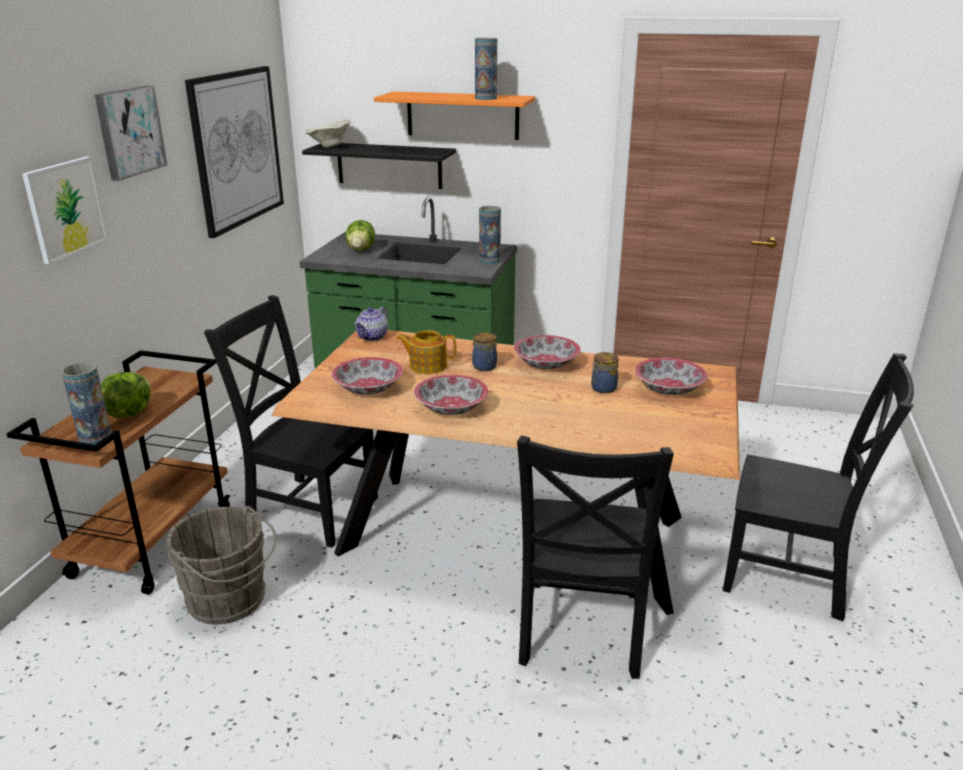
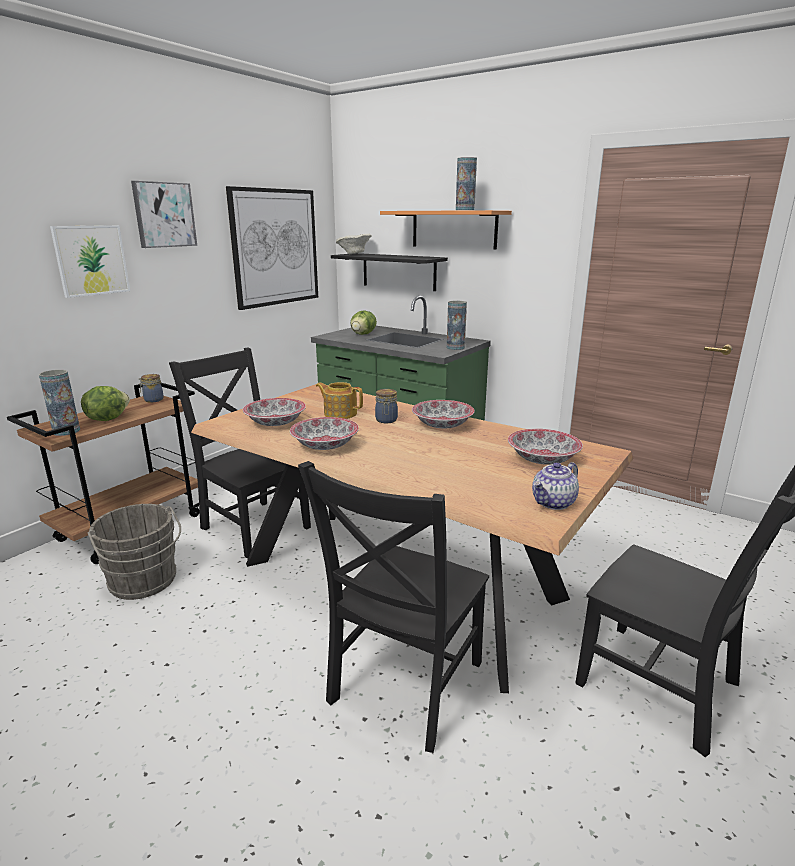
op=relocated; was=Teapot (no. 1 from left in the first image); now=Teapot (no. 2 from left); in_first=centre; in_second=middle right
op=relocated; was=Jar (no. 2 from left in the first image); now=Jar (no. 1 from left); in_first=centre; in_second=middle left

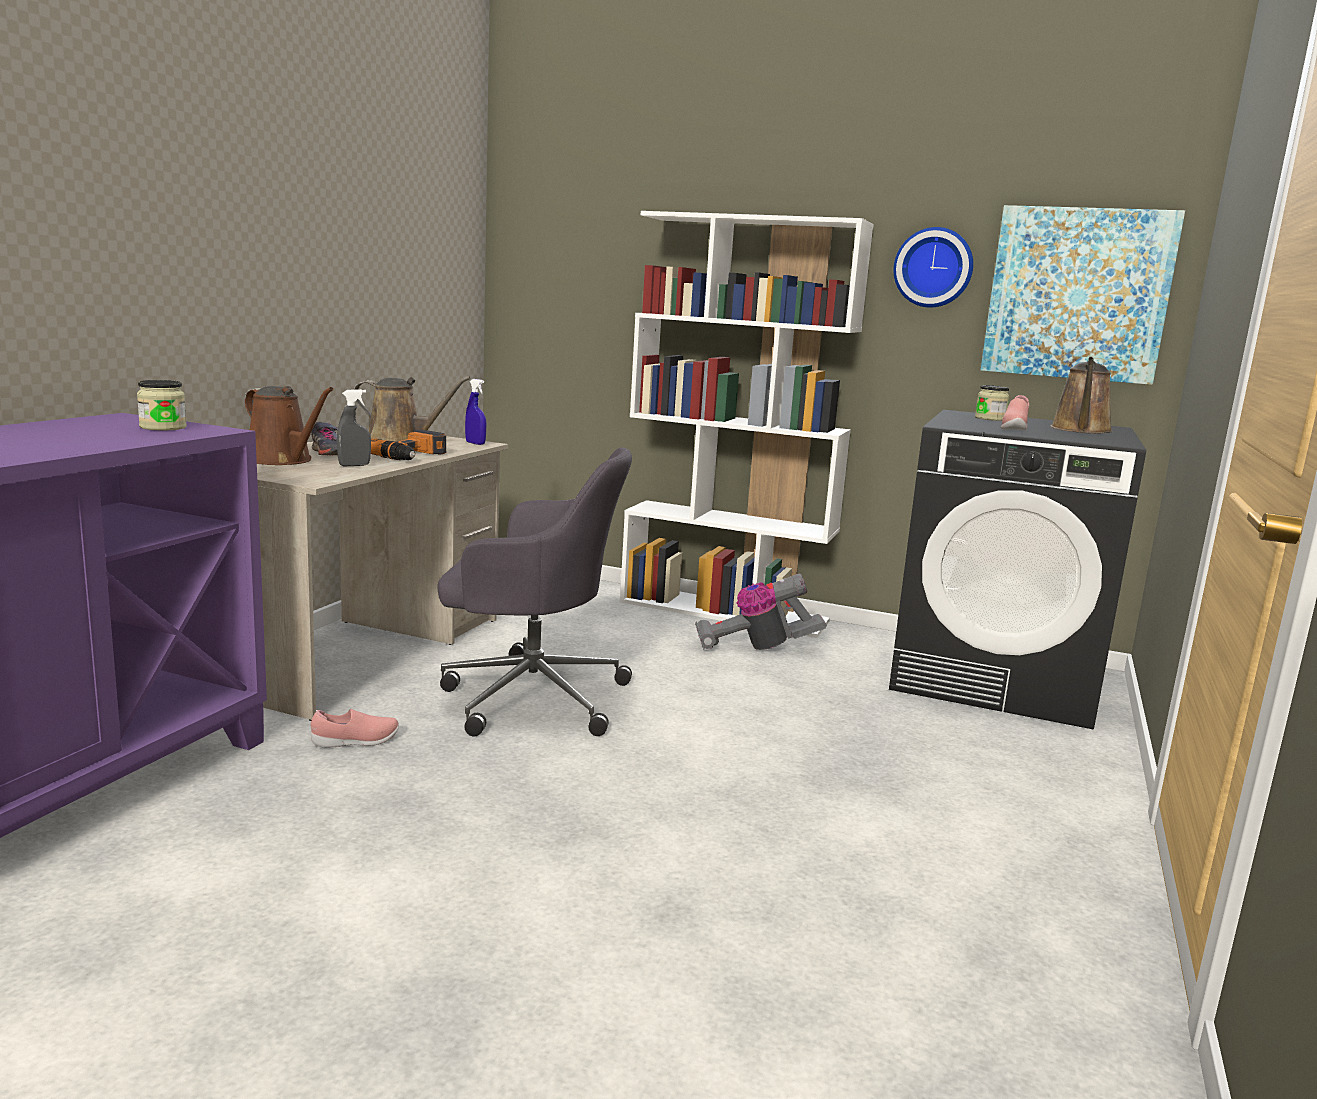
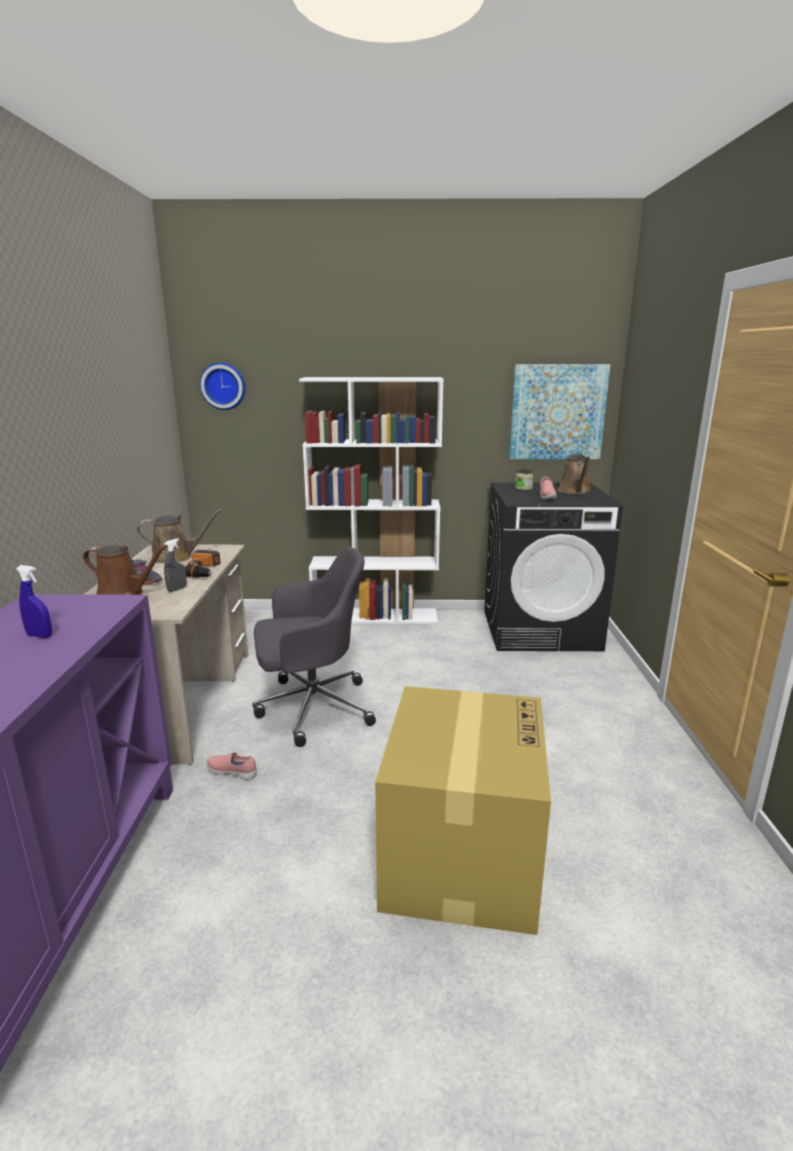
op=missing; was=Jar (no. 1 from left); in_first=middle left
op=spun; was=PinkShoe (no. 1 from left); in_first=middle left; in_second=middle left; clockwise=-120
op=relocated; was=BlueSprayBottle; in_first=centre; in_second=middle left
op=missing; was=VacuumCleaner; in_first=centre
op=relocated; was=WallClock; in_first=top right; in_second=middle left
op=appeared; now=CardboardBox; in_second=bottom centre

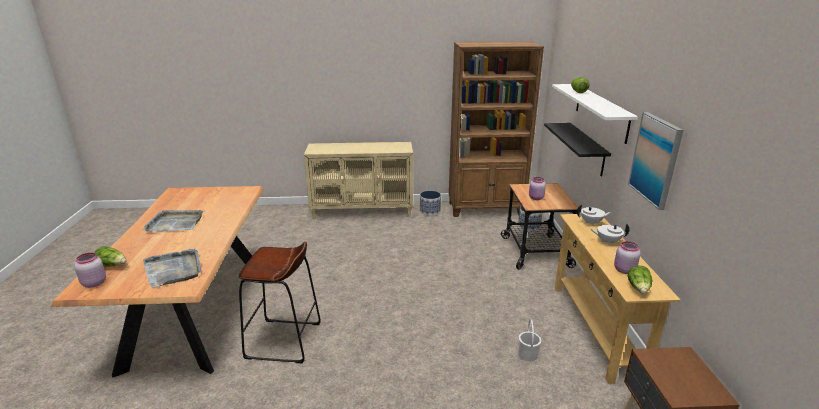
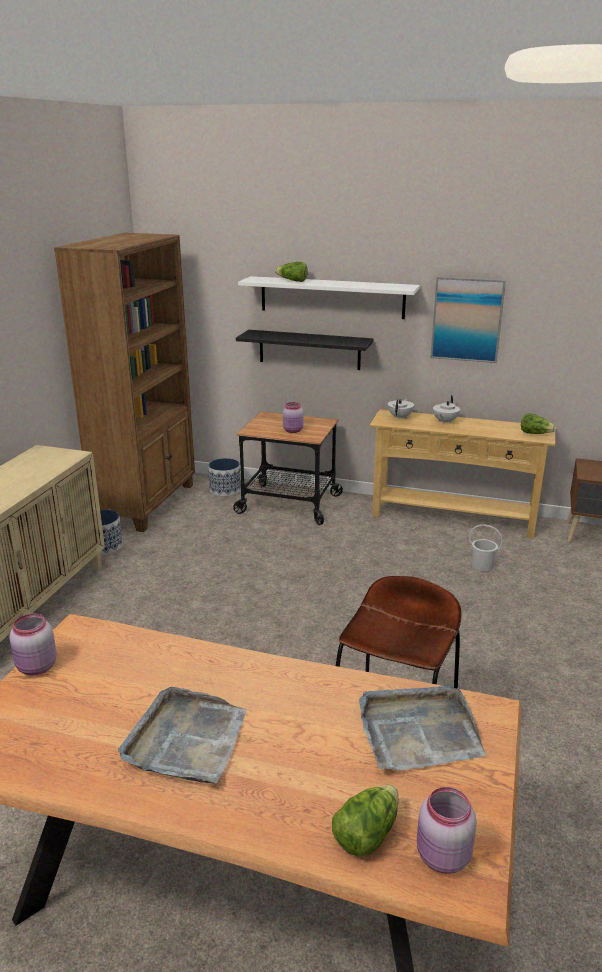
op=relocated; was=PinkJar (no. 3 from left in the first image); now=PinkJar (no. 1 from left); in_first=middle right; in_second=middle left

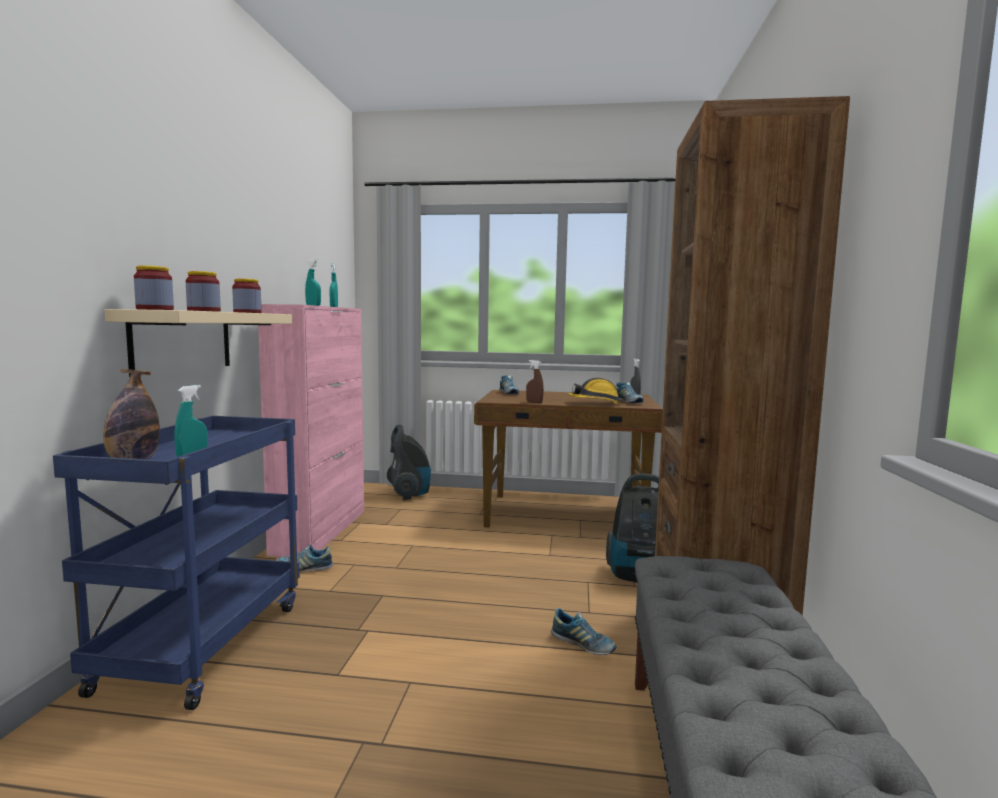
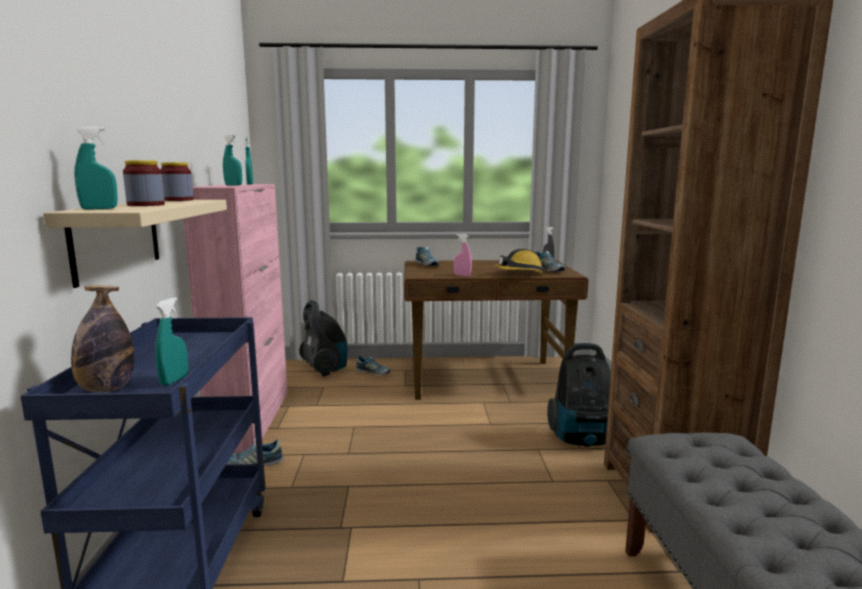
op=exchanged; was=Jar (no. 1 from left); now=TurquoiseSprayBottle (no. 1 from left); in_first=middle left; in_second=top left
op=colour; was=BrownSprayBottle; now=PinkSprayBottle; in_first=centre; in_second=centre
op=relocated; was=Shoe (no. 3 from left in the first image); now=Shoe (no. 2 from left); in_first=bottom centre; in_second=centre

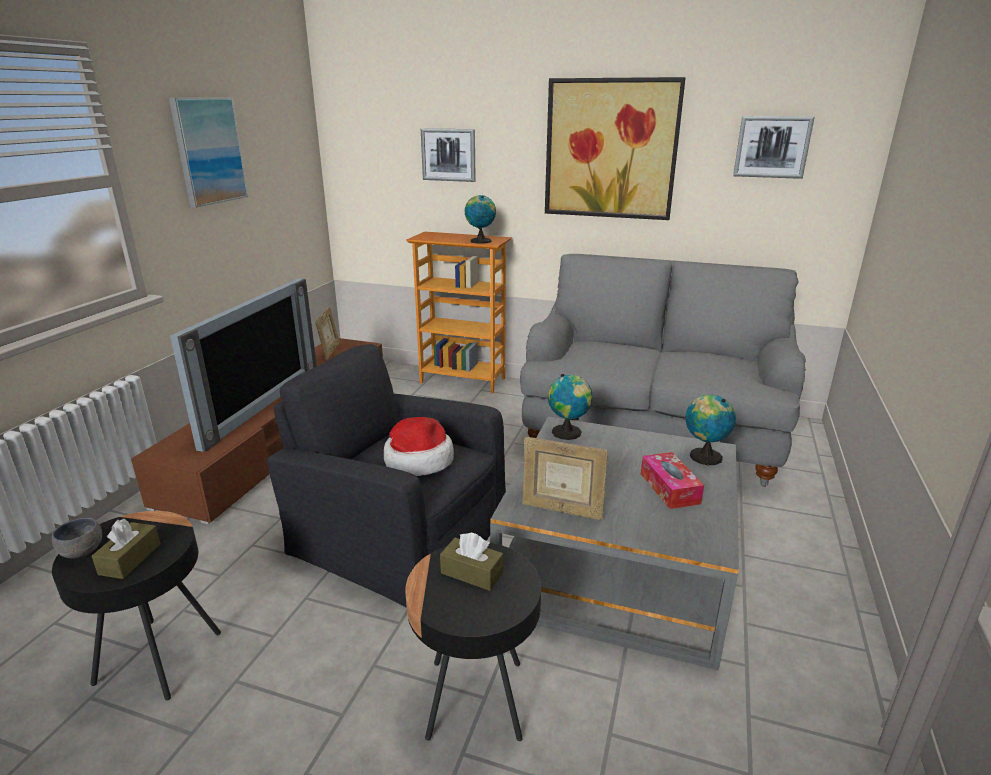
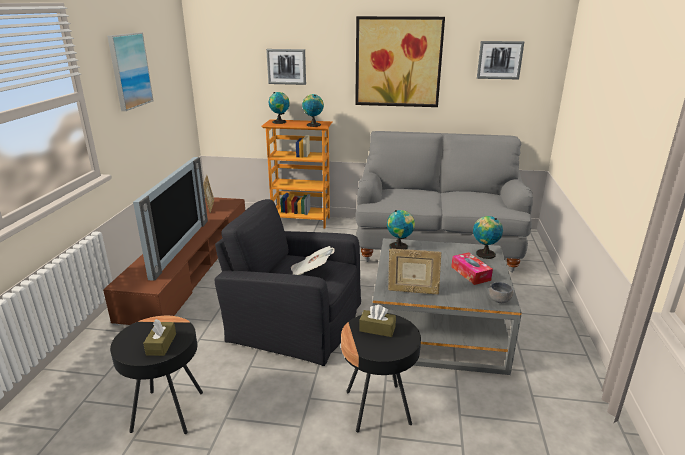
op=relocated; was=GreyBowl; in_first=bottom left; in_second=middle right
op=exchanged; was=Hat; now=Newspaper; in_first=centre; in_second=centre
op=appeared; now=Globe (no. 1 from left); in_second=top centre

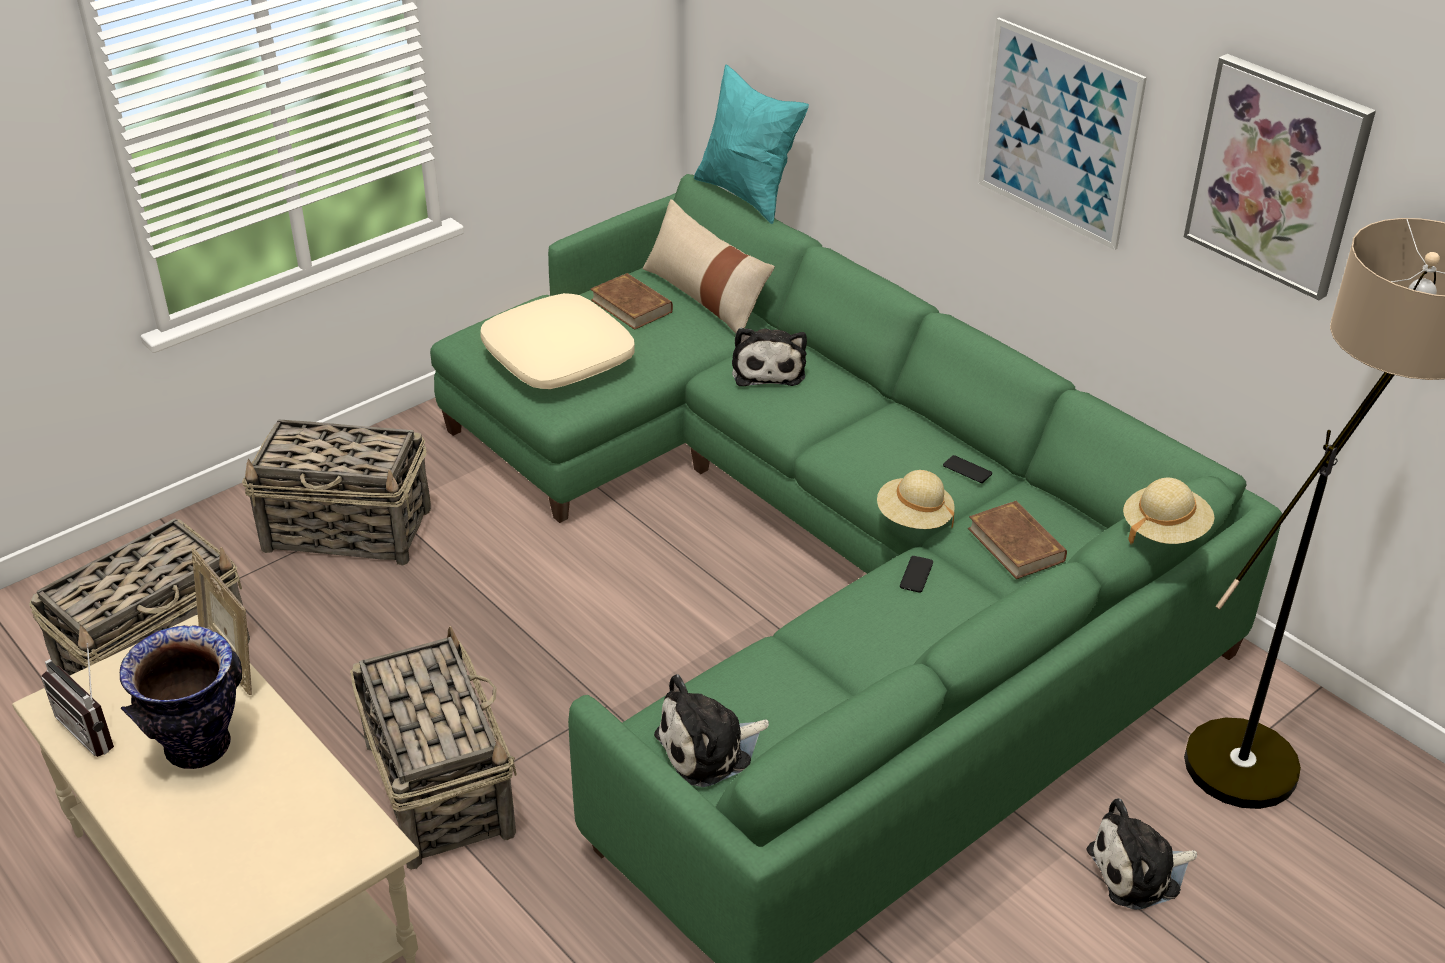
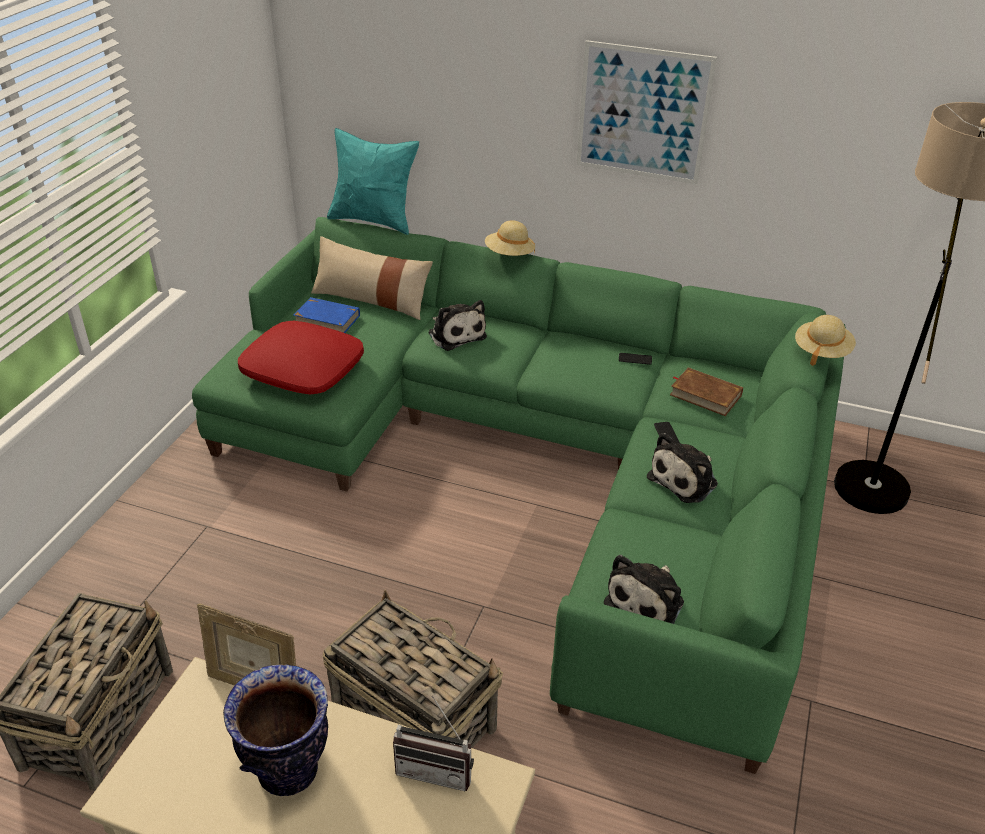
op=relocated; was=Radio; in_first=bottom left; in_second=bottom centre
op=missing; was=Basket (no. 2 from left); in_first=middle left
op=colour; was=BeigePillow (no. 1 from left); now=RedPillow; in_first=centre; in_second=middle left
op=colour; was=BrownBook (no. 1 from left); now=BlueBook; in_first=top centre; in_second=middle left
op=relocated; was=BeigeHat (no. 1 from left); in_first=centre; in_second=top centre
op=relocated; was=PlushToy (no. 3 from left); in_first=bottom right; in_second=middle right
op=missing; was=Picture (no. 2 from left); in_first=top right

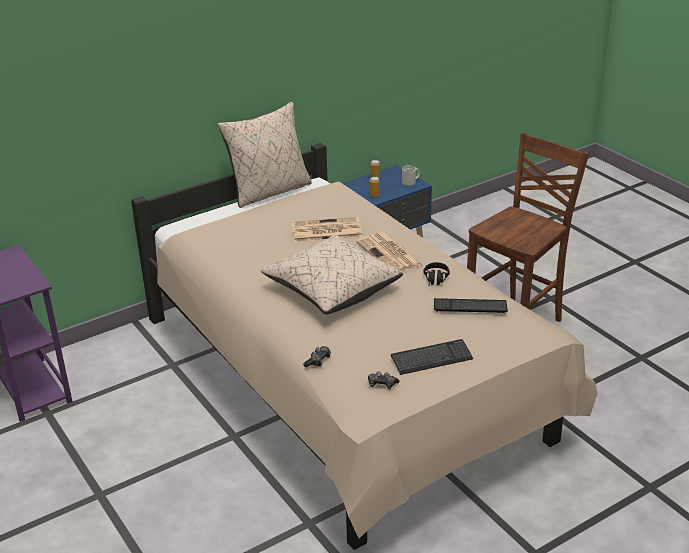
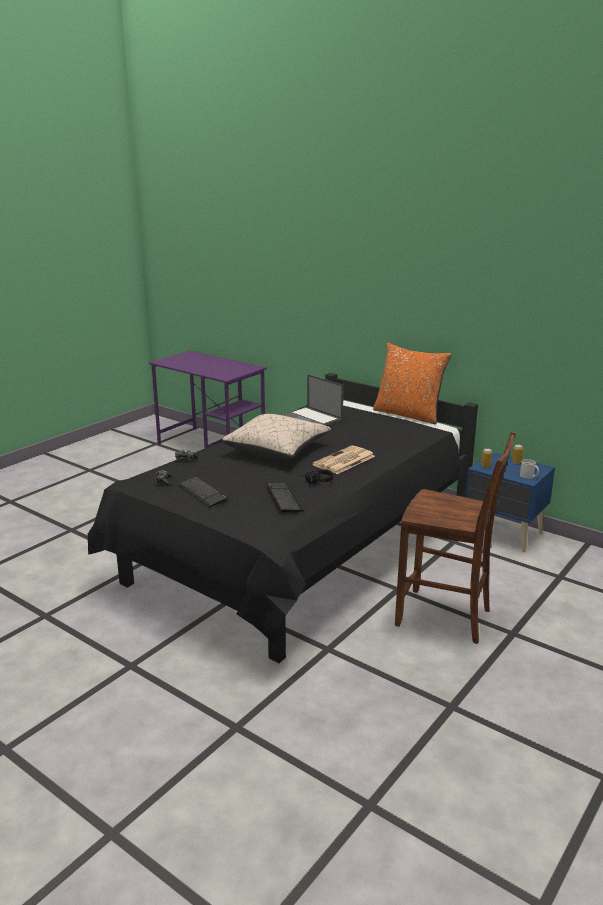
op=colour; was=BeigeBed; now=BlackBed; in_first=centre; in_second=centre
op=colour; was=BeigePillow (no. 1 from left); now=OrangePillow; in_first=top centre; in_second=middle right
op=missing; was=Newspaper (no. 1 from left); in_first=centre
op=appeared; now=Laptop; in_second=centre

